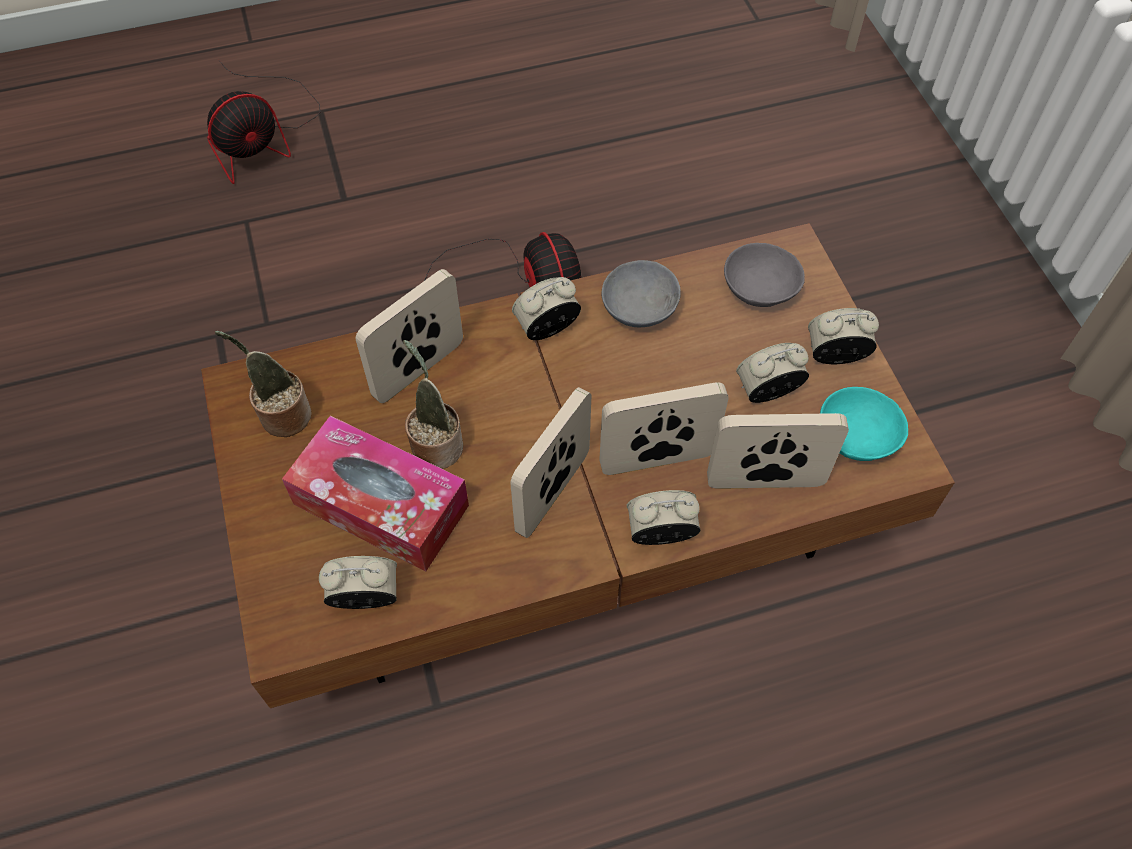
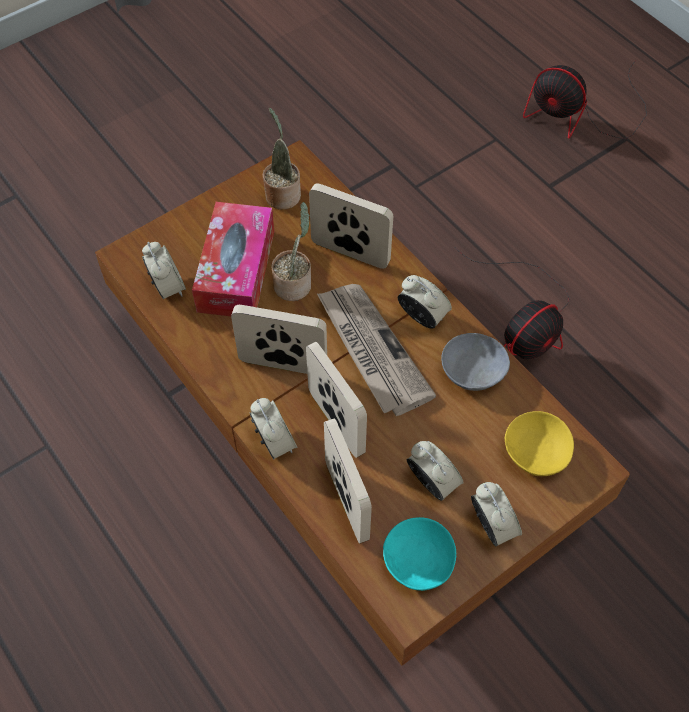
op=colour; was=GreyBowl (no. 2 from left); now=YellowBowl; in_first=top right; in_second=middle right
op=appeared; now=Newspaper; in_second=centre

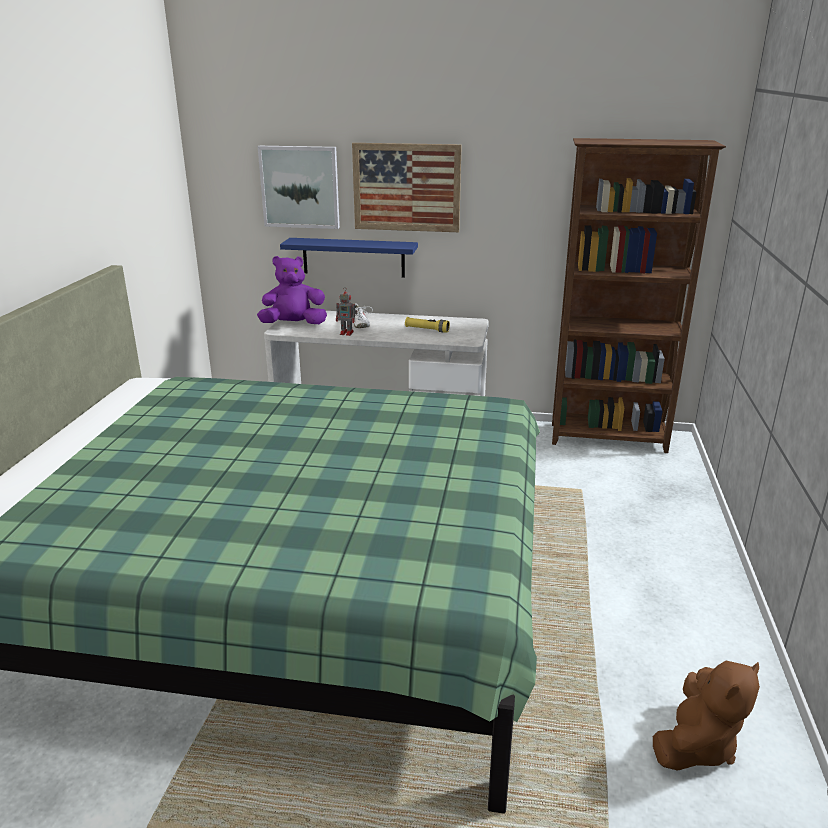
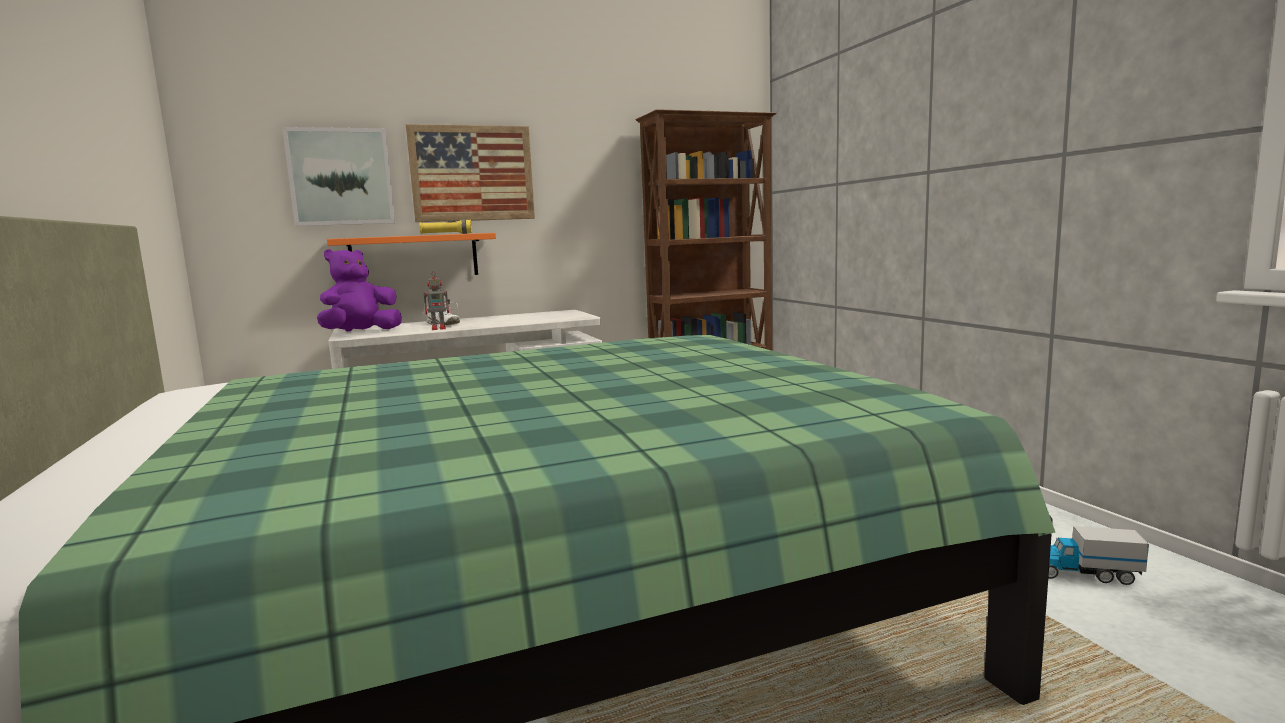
op=colour; was=BlueShelf; now=OrangeShelf; in_first=top centre; in_second=middle left
op=relocated; was=YellowFlashlight; in_first=centre; in_second=top centre
op=exchanged; was=BrownPlushToy; now=ToyTruck; in_first=bottom right; in_second=bottom right

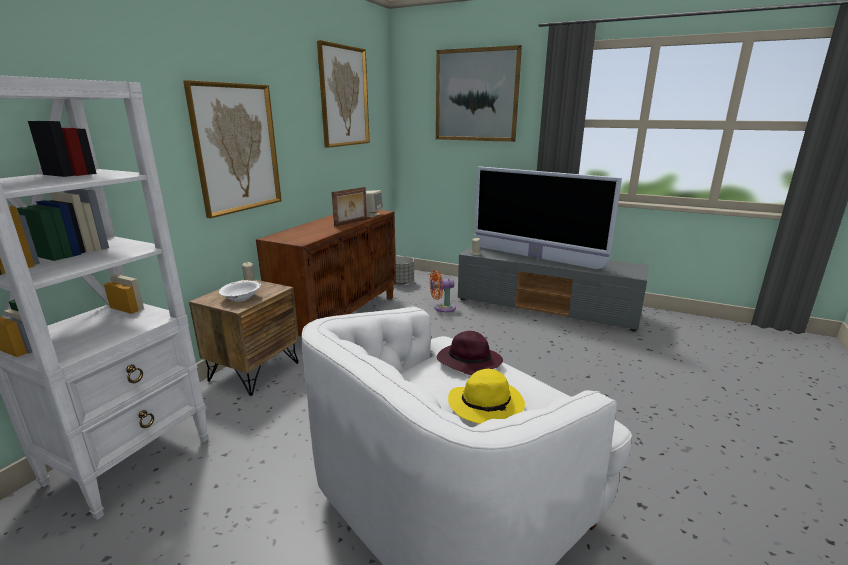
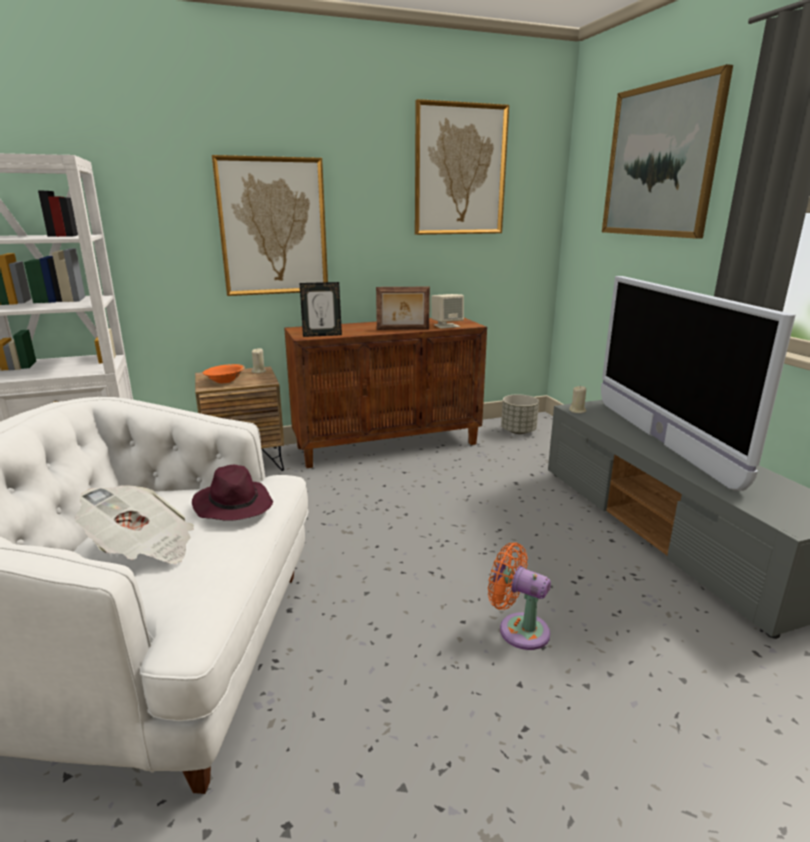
op=colour; was=WhiteBowl; now=OrangeBowl; in_first=middle left; in_second=middle left
op=relocated; was=OrangeFan; in_first=centre; in_second=bottom centre
op=exchanged; was=YellowHat; now=Newspaper; in_first=bottom centre; in_second=middle left
op=appeared; now=PictureFrame (no. 1 from left); in_second=centre

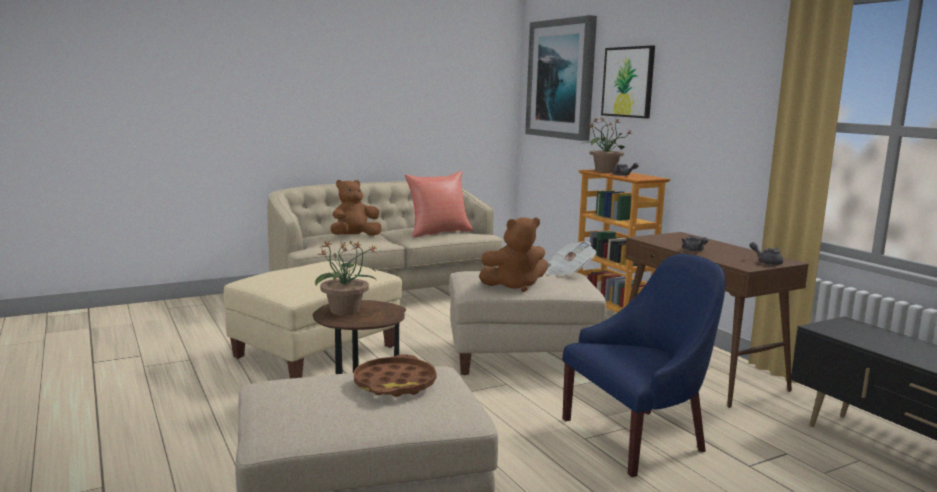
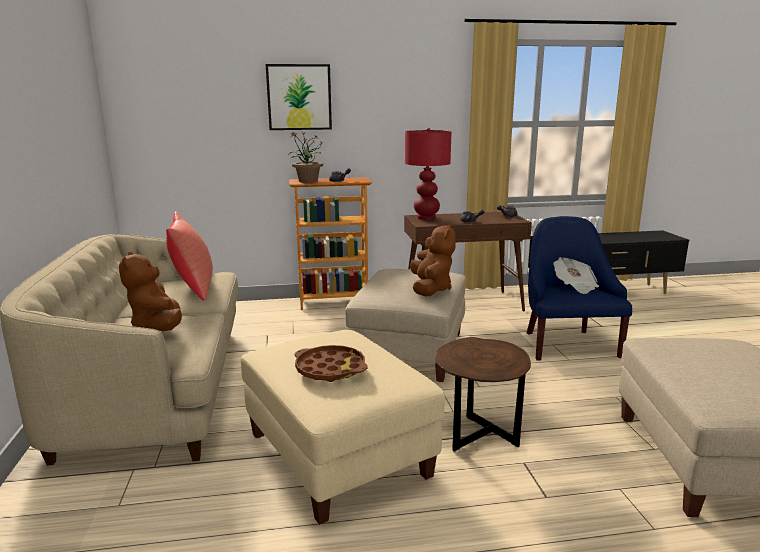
op=missing; was=PottedPlant (no. 1 from left); in_first=centre
op=relocated; was=BrownTray; in_first=bottom centre; in_second=centre
op=missing; was=Picture (no. 1 from left); in_first=top centre
op=relocated; was=Newspaper; in_first=centre; in_second=middle right
op=appeared; now=RedTableLamp; in_second=top centre

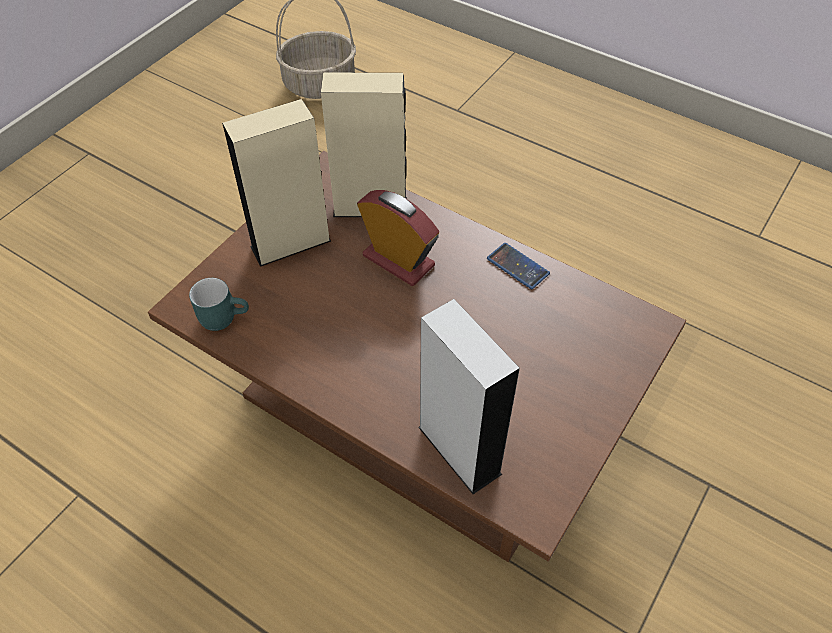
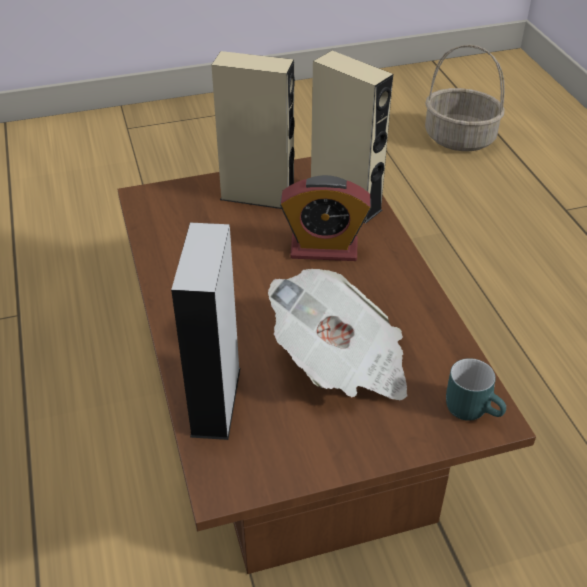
op=relocated; was=TurquoiseMug; in_first=middle left; in_second=middle right
op=spun; was=AlarmClock; in_first=centre; in_second=centre; clockwise=105
op=missing; was=Phone; in_first=centre
op=appeared; now=Newspaper; in_second=centre

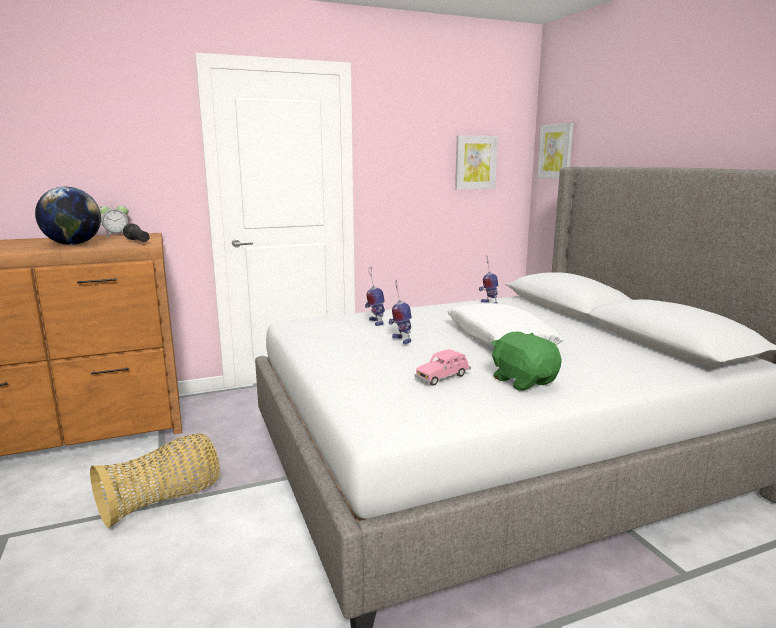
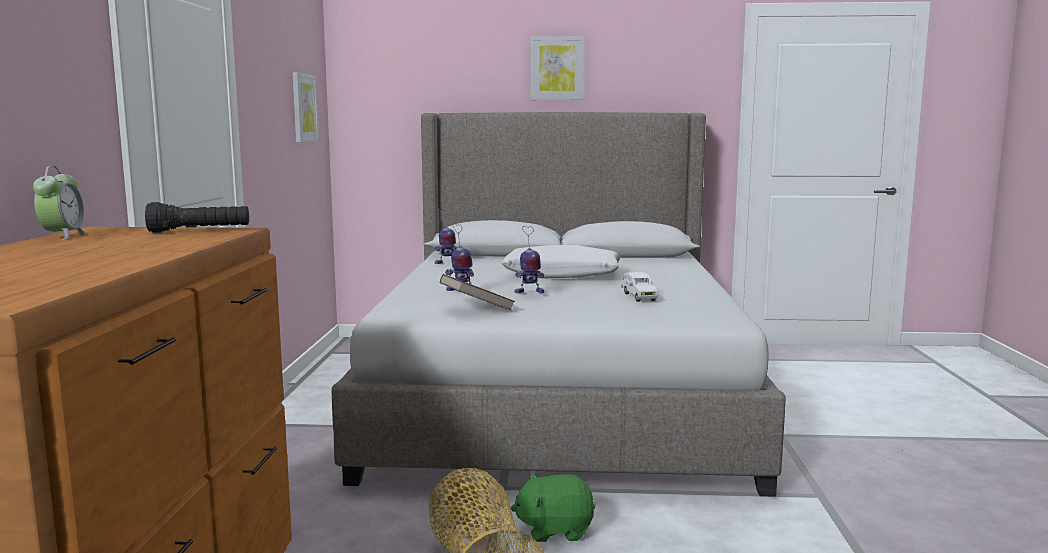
op=missing; was=Globe; in_first=middle left
op=colour; was=PinkToyCar; now=WhiteToyCar; in_first=centre; in_second=centre
op=relocated; was=GreenPlushToy; in_first=middle right; in_second=bottom centre
op=relocated; was=Picture (no. 2 from left); in_first=top right; in_second=top centre
op=appeared; now=BrownBook; in_second=centre

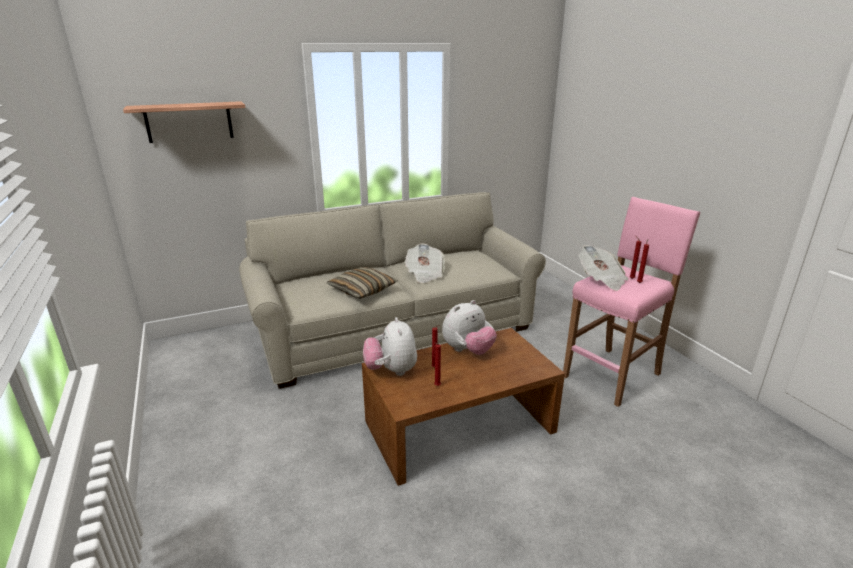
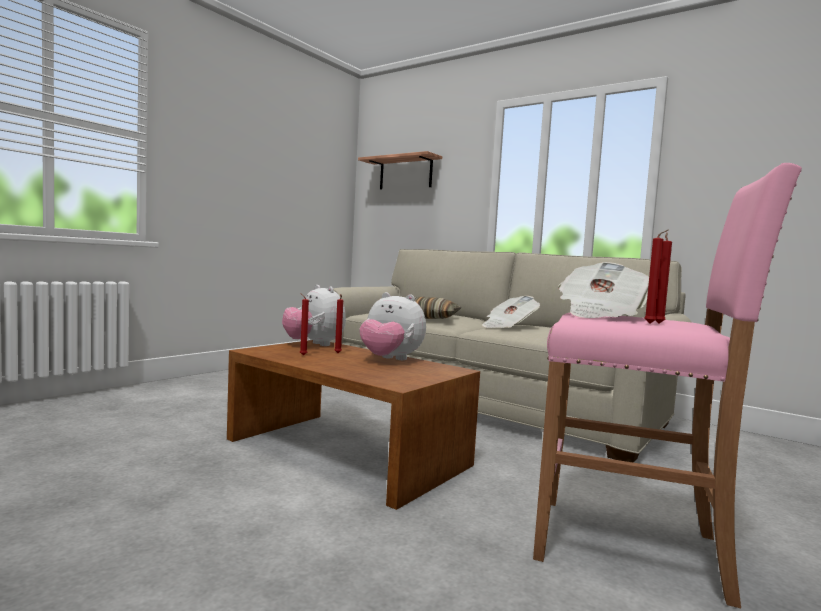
op=spun; was=PlushToy (no. 1 from left); in_first=centre; in_second=centre; clockwise=-90

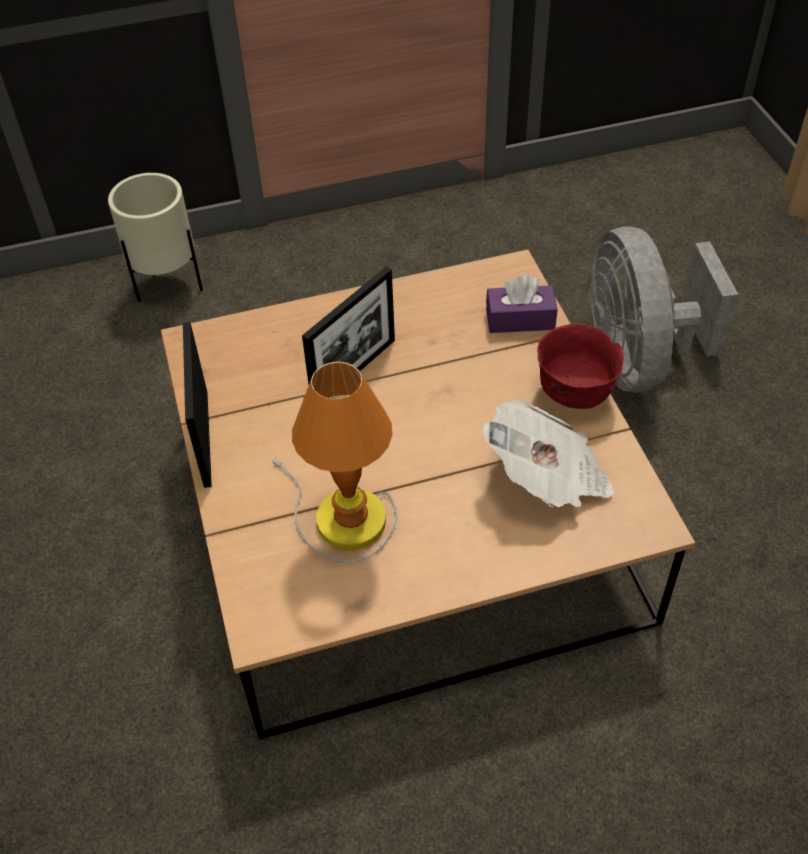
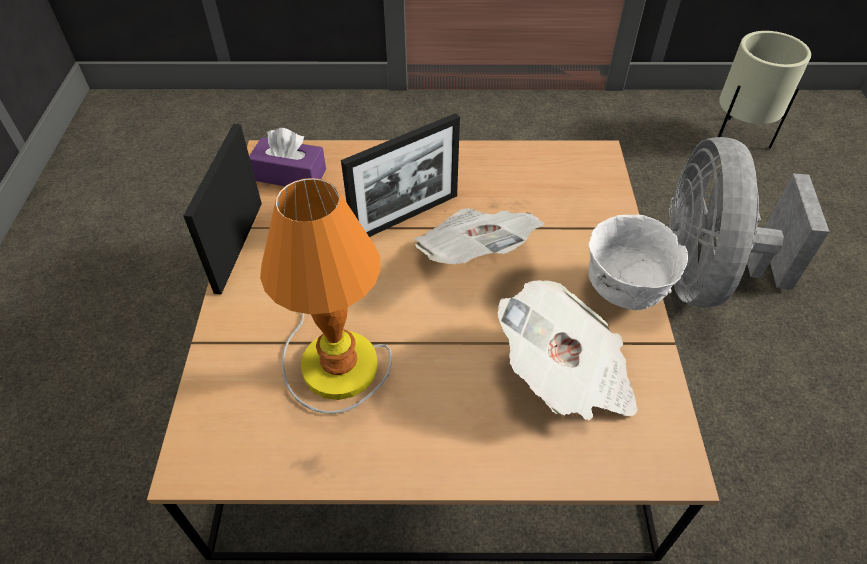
op=relocated; was=BeigePlanter; in_first=top left; in_second=top right
op=relocated; was=PurpleTissueBox; in_first=centre; in_second=top left
op=colour; was=RedBowl; now=WhiteBowl; in_first=middle right; in_second=middle right
op=appeared; now=Newspaper (no. 1 from left); in_second=centre

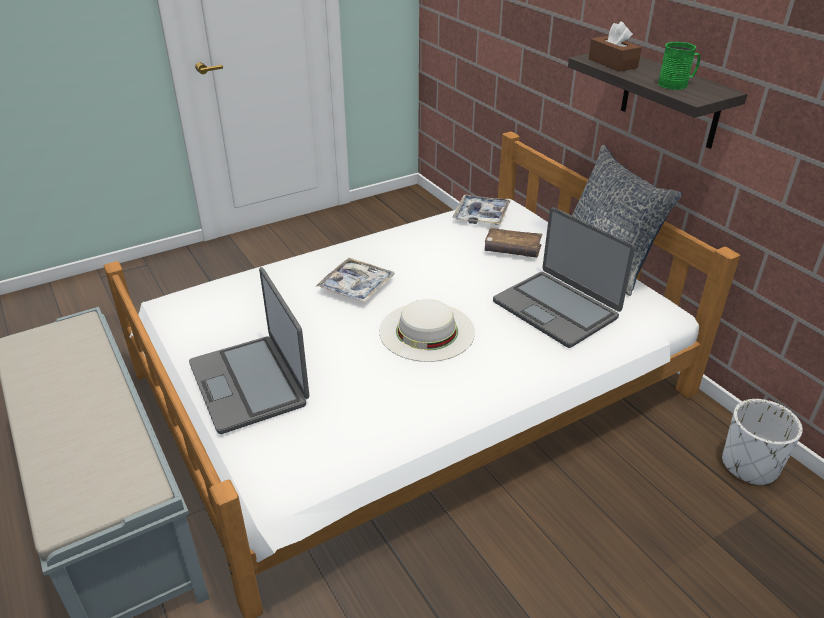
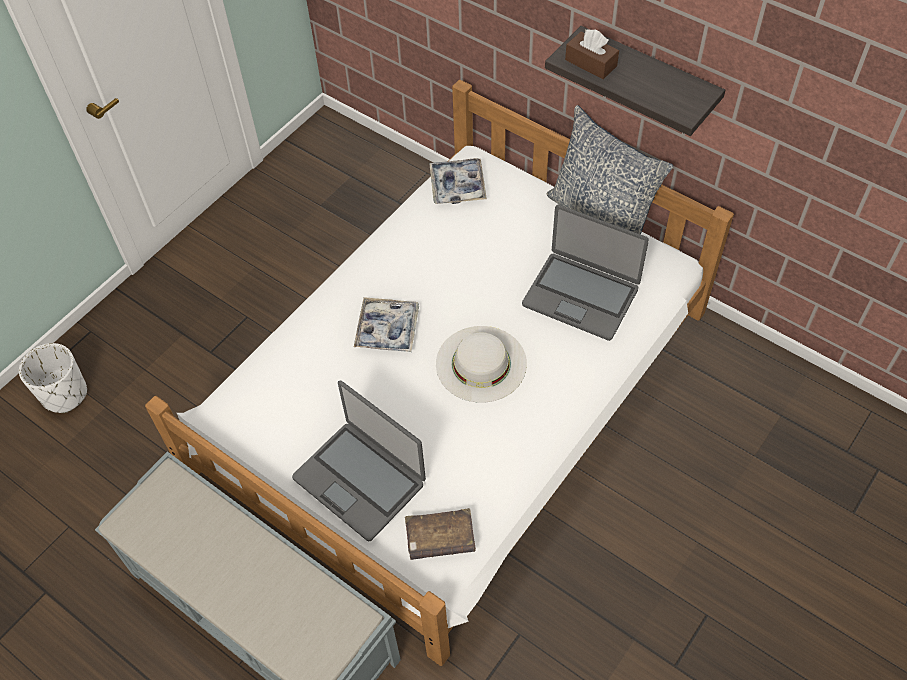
op=relocated; was=BrownBook; in_first=centre; in_second=bottom centre
op=missing; was=GreenMug; in_first=top right
op=relocated; was=WhitePlanter; in_first=bottom right; in_second=middle left

